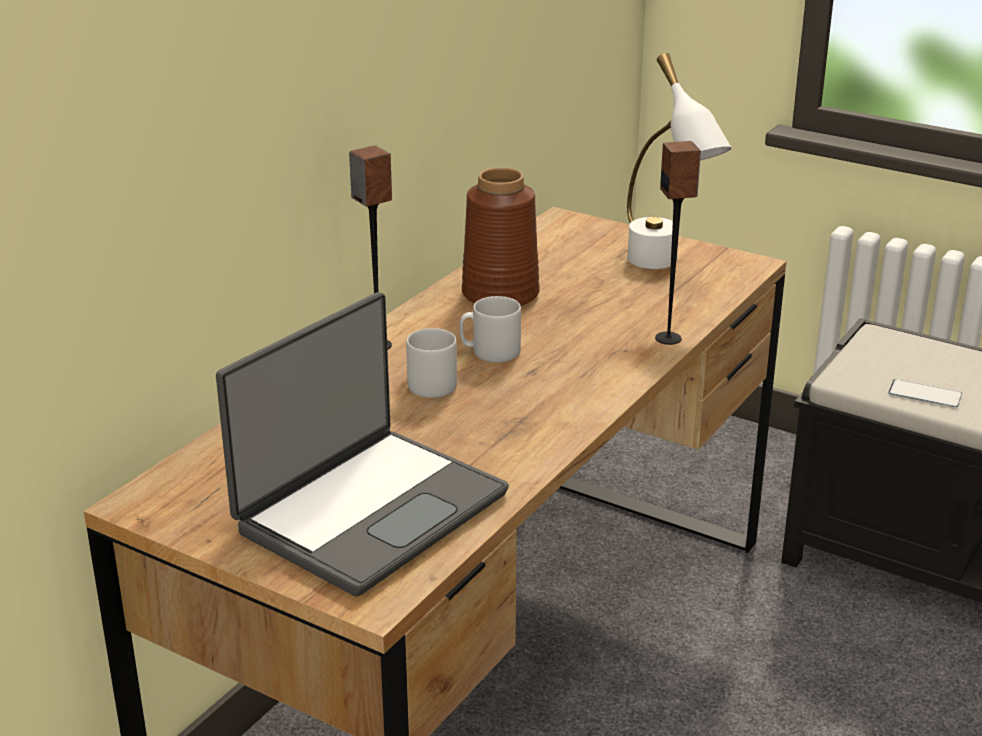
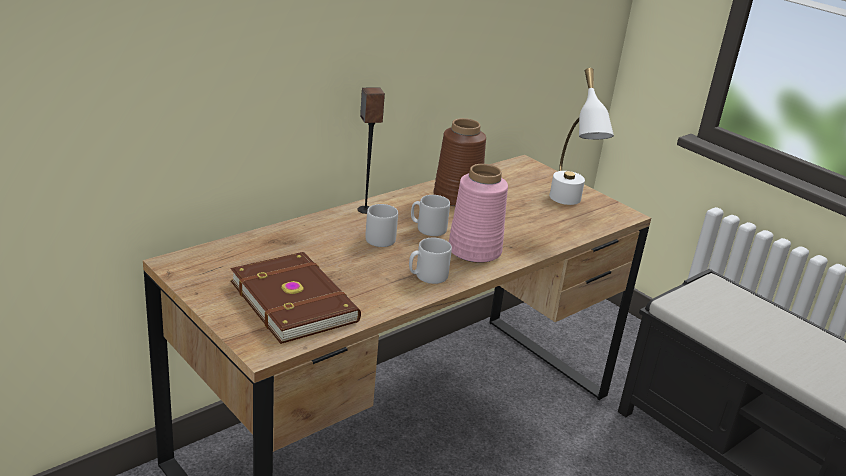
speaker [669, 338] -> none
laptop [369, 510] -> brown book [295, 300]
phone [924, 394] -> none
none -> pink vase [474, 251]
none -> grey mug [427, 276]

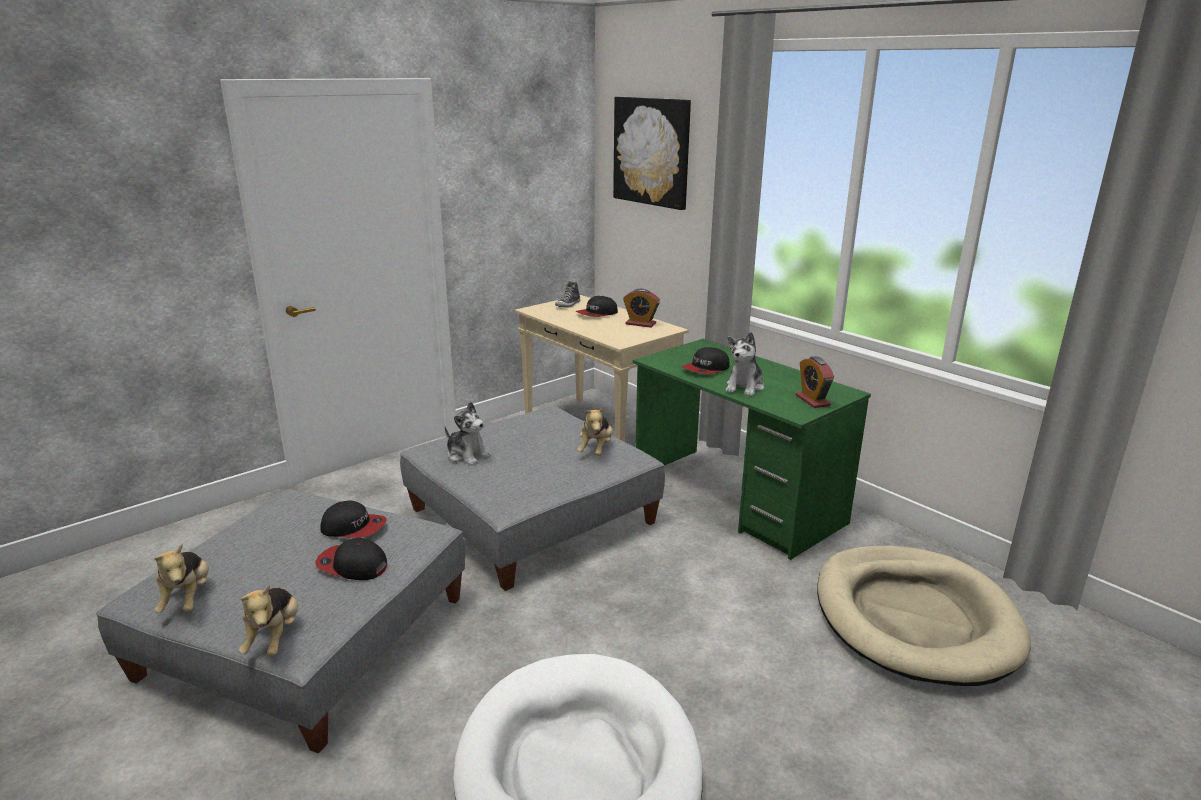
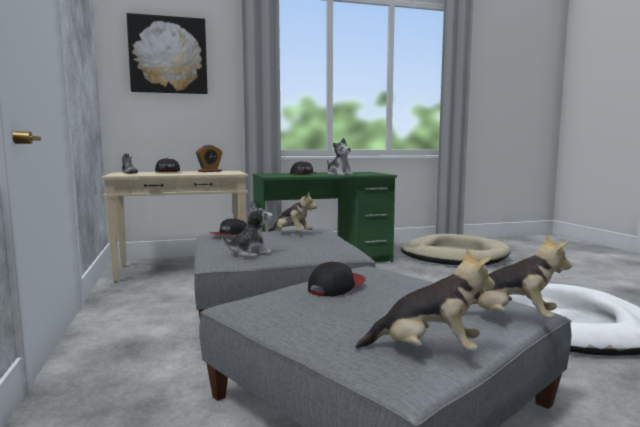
alarm clock [812, 400] -> none
cap [352, 565] -> cap [230, 235], move

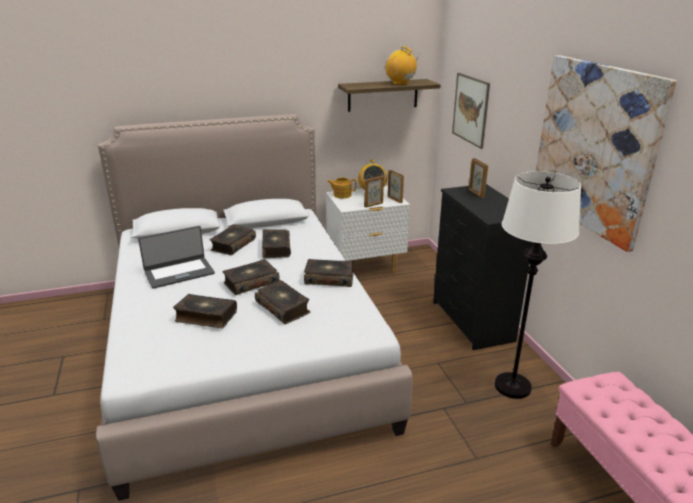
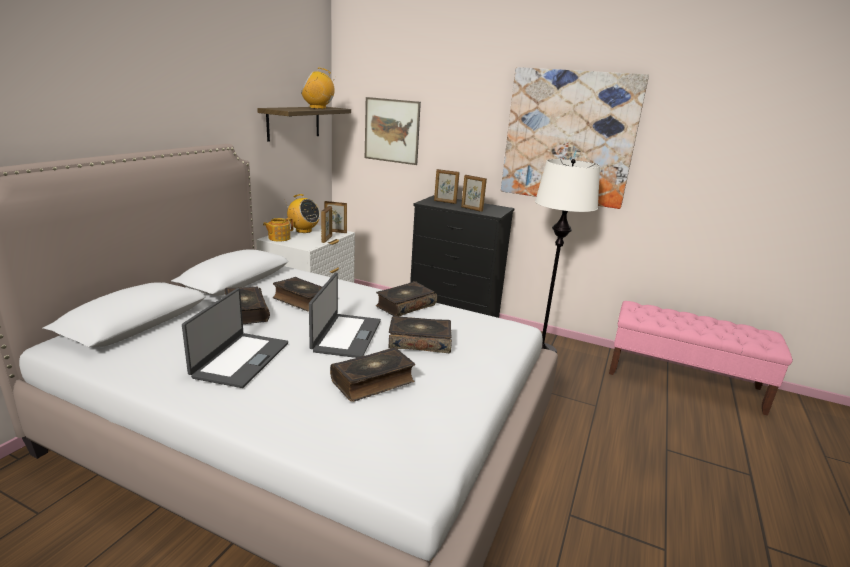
book [251, 283] -> laptop [346, 335]
none -> picture frame [471, 209]

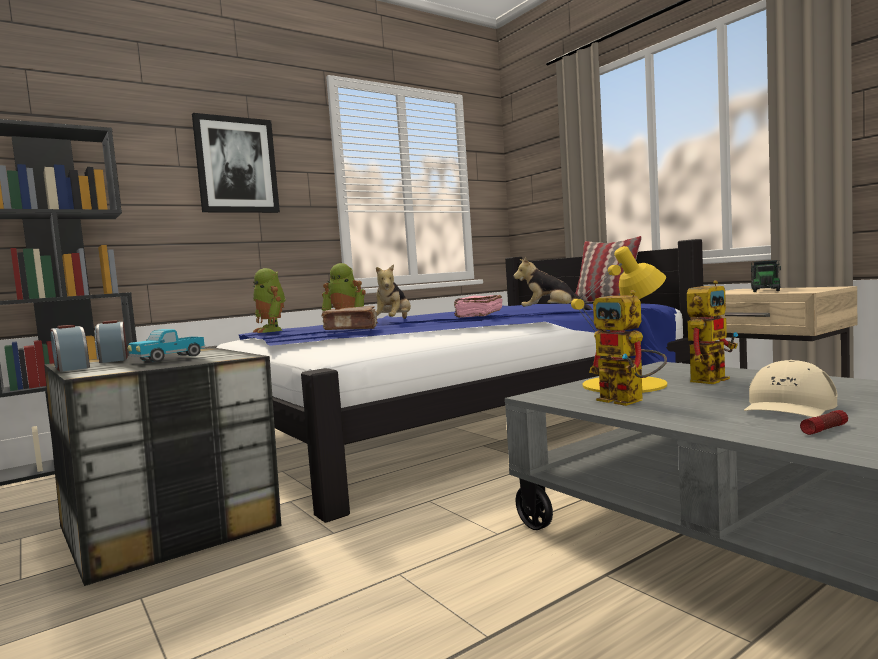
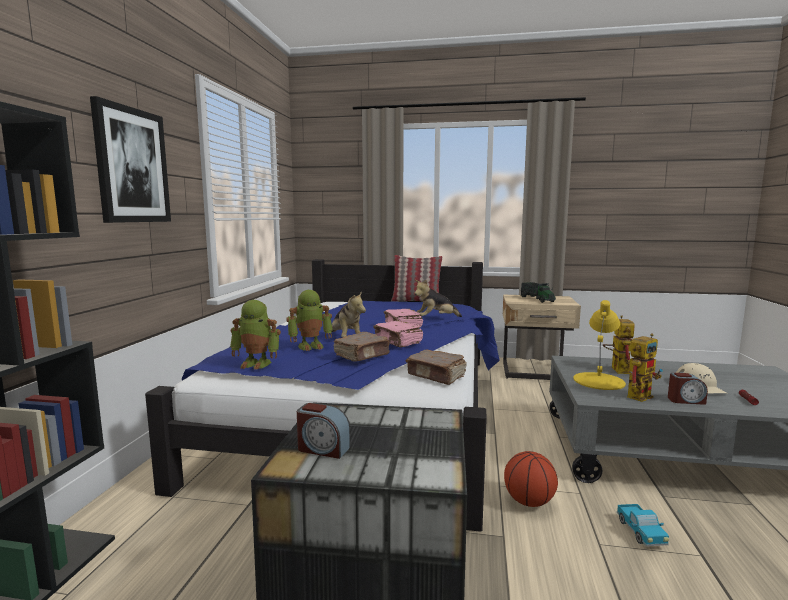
toy robot [630, 401] -> toy robot [640, 395], 45 degrees counterclockwise
alarm clock [71, 367] -> alarm clock [685, 400], move
toy truck [168, 358] -> toy truck [641, 533], move
none -> pink book [398, 341]
none -> brown book [436, 376]
none -> basketball [528, 502]

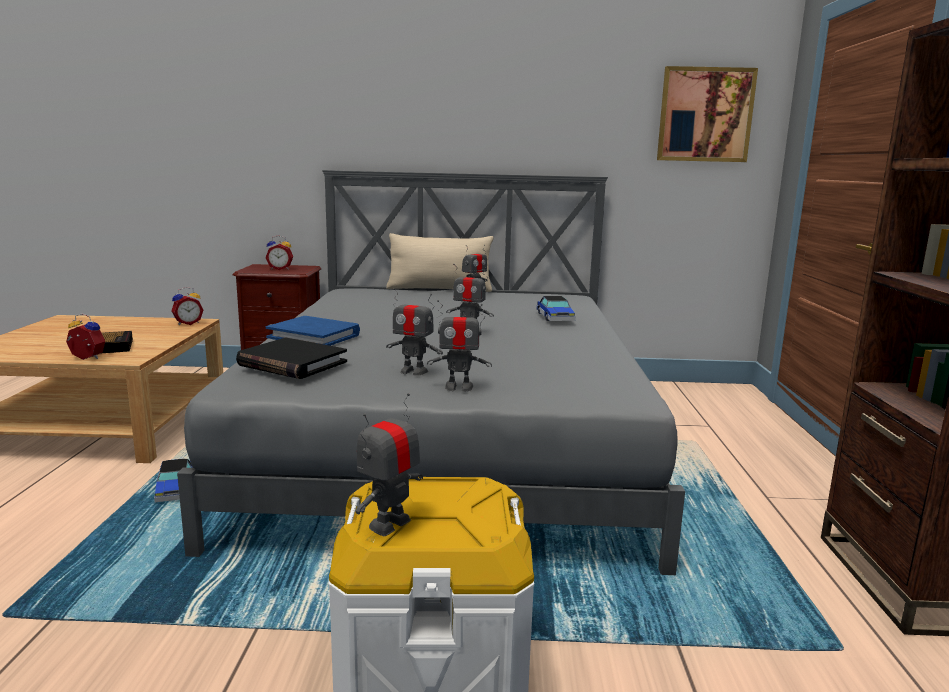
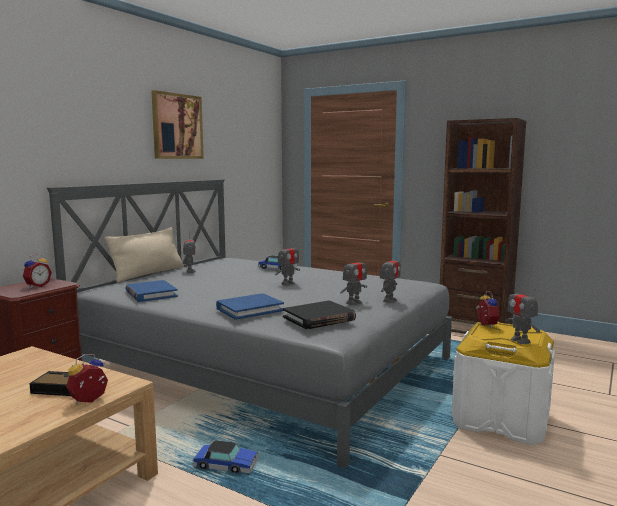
picture [705, 115] -> picture [177, 126], move
alarm clock [188, 323] -> alarm clock [485, 325], move
none -> blue book [151, 294]

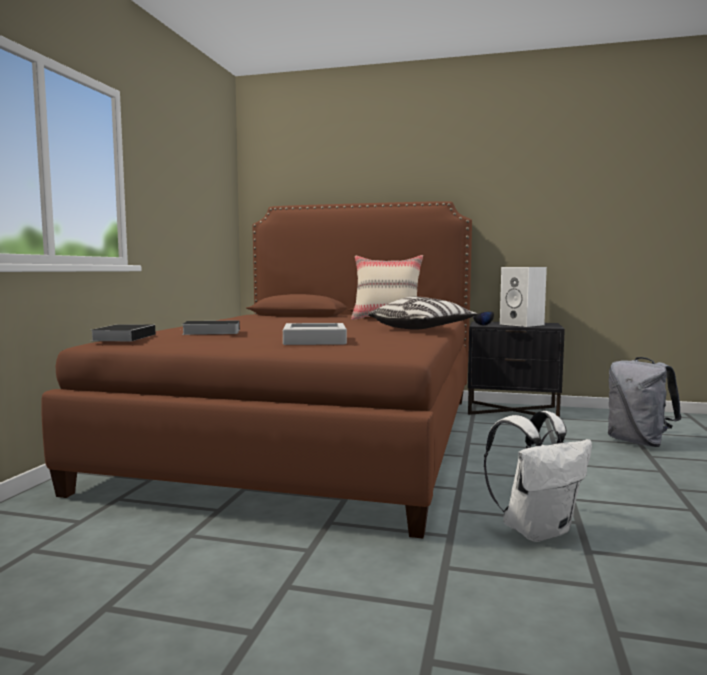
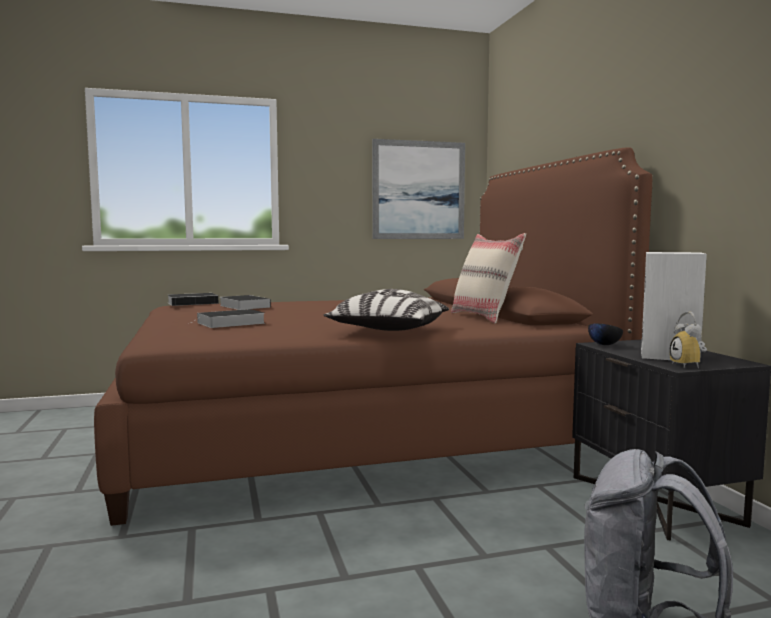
grey tray [314, 340] -> book [229, 323]
white backpack [536, 530] -> none
none -> picture [418, 190]
none -> alarm clock [690, 366]

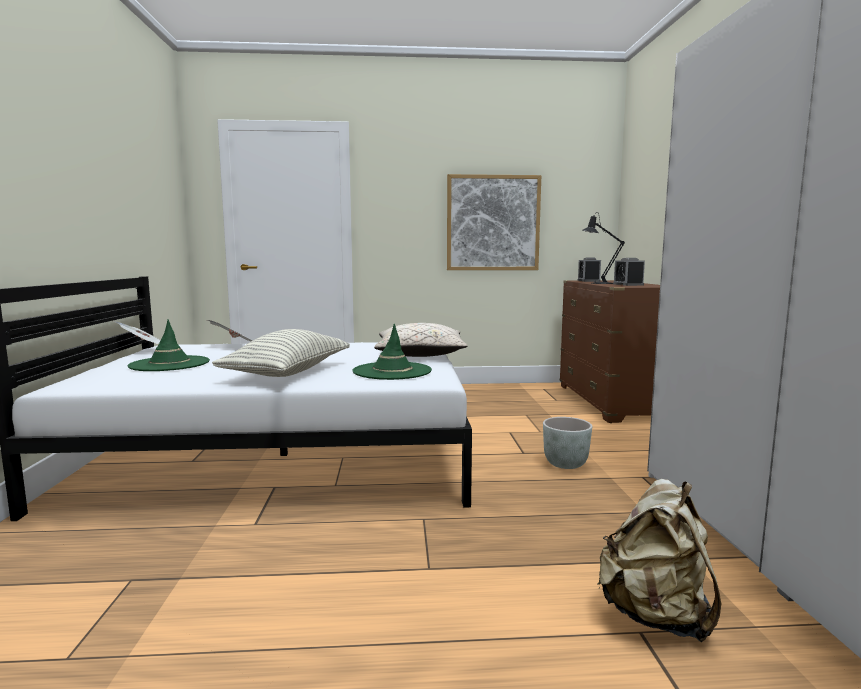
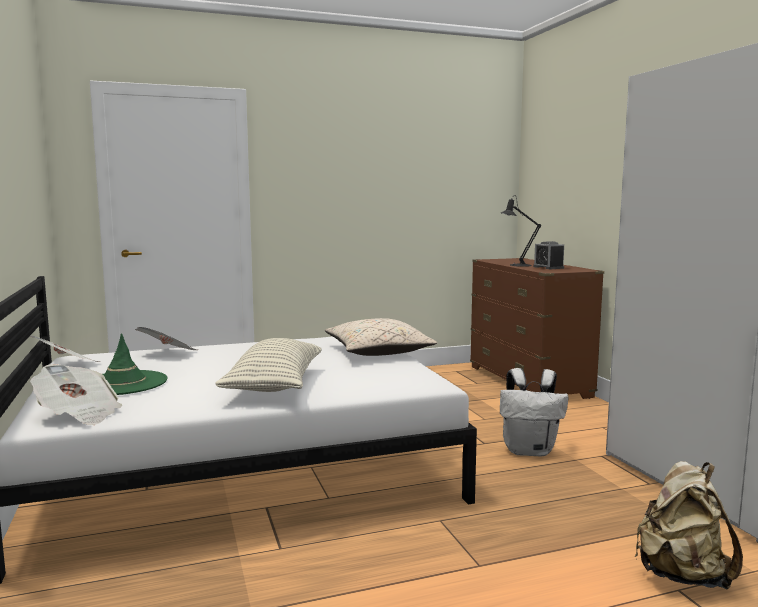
picture [493, 223] -> none
alarm clock [588, 281] -> none
green hat [392, 371] -> none
grey planter [566, 464] -> white backpack [530, 450]
none -> newspaper [79, 415]

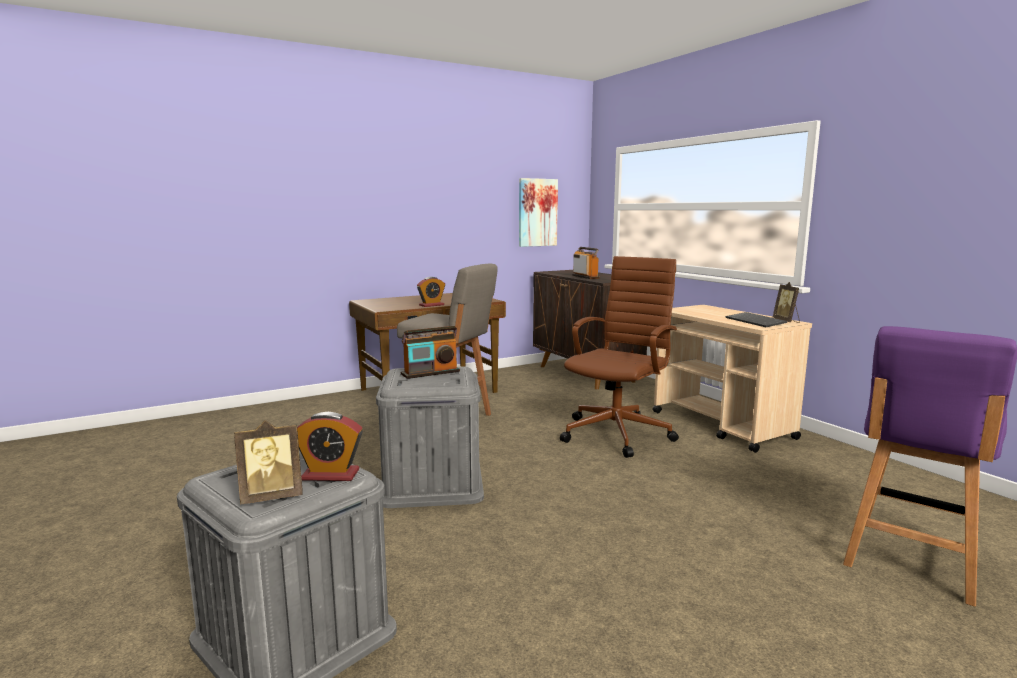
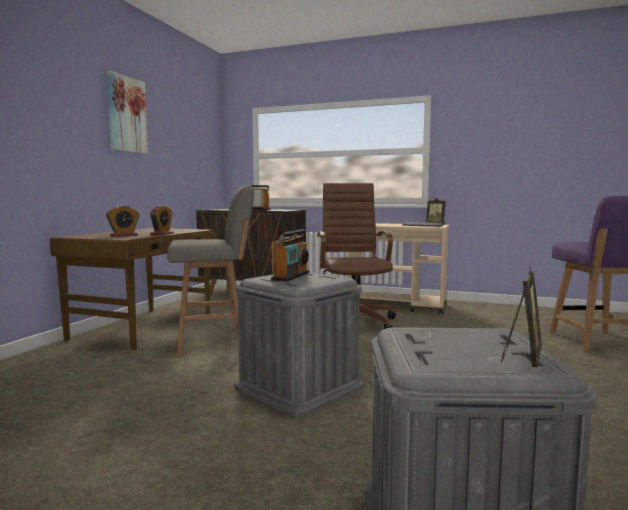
picture [537, 212] -> picture [126, 114], move
alarm clock [330, 475] -> alarm clock [124, 235], move

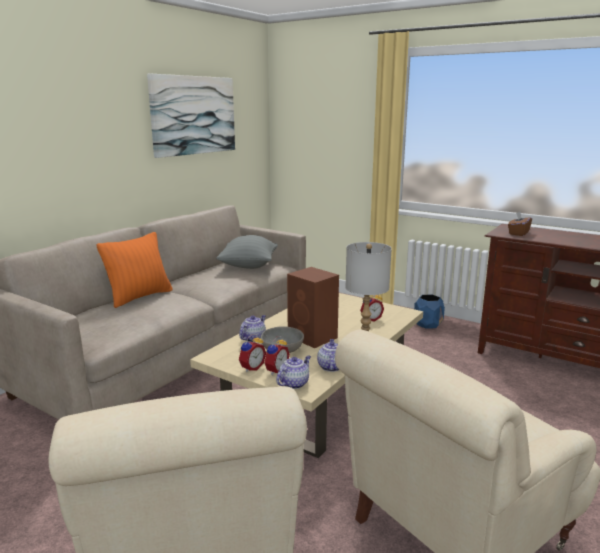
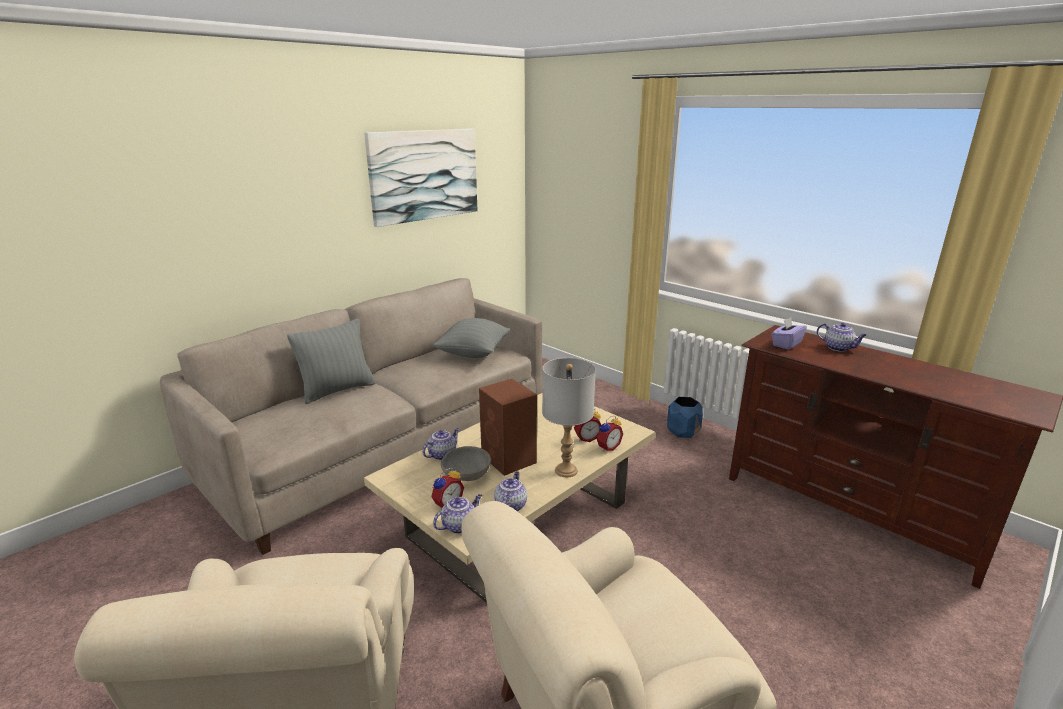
brown tissue box [518, 233] -> purple tissue box [786, 344]
orange pillow [139, 297] -> grey pillow [337, 390]
alarm clock [251, 368] -> alarm clock [607, 447], move
none -> teapot [838, 348]

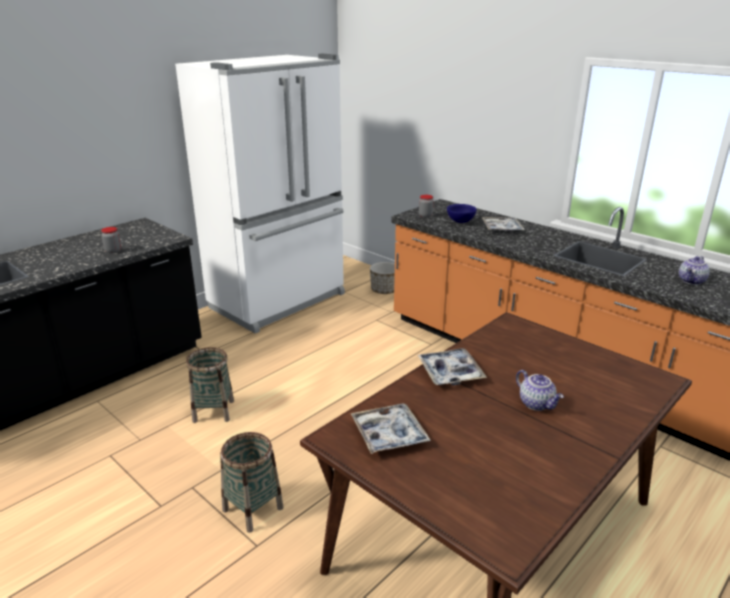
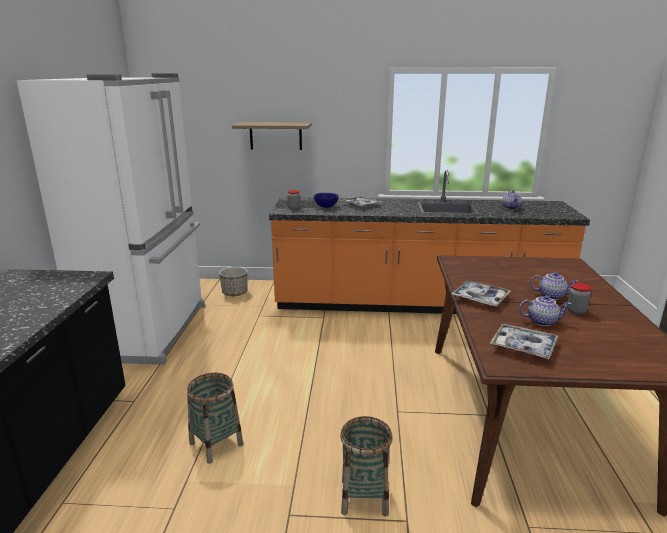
jar [113, 251] -> jar [576, 311], move
none -> shelf [275, 136]
none -> teapot [542, 321]

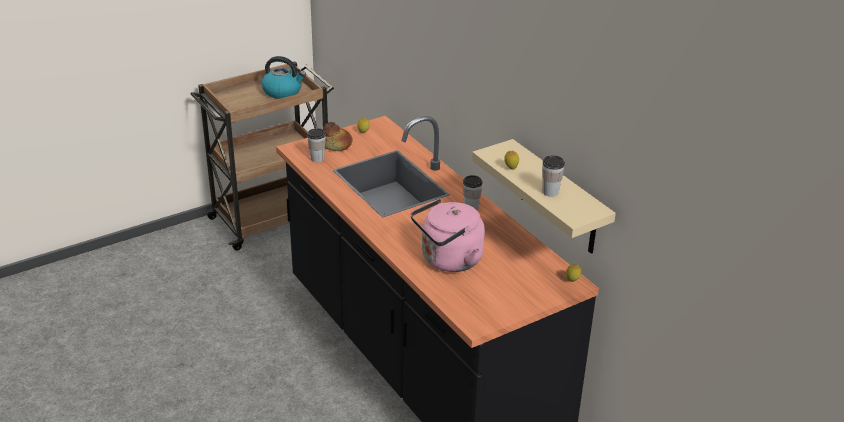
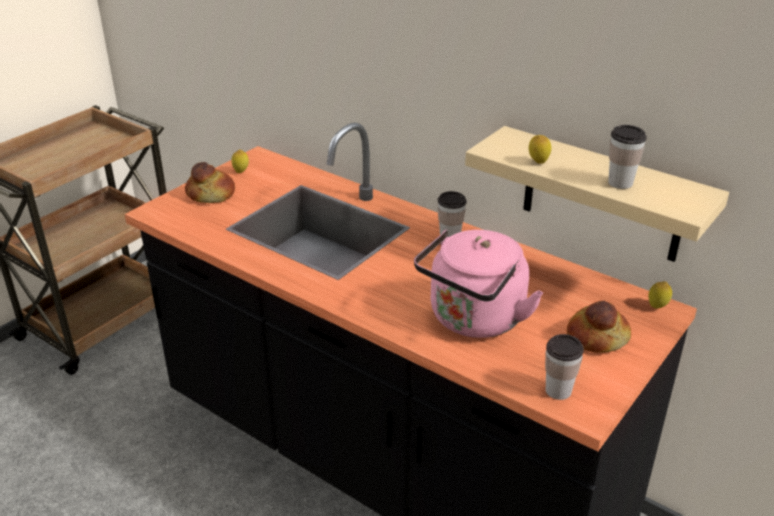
kettle [283, 91] -> none
cup [317, 159] -> cup [558, 391], move
none -> bread [596, 336]

